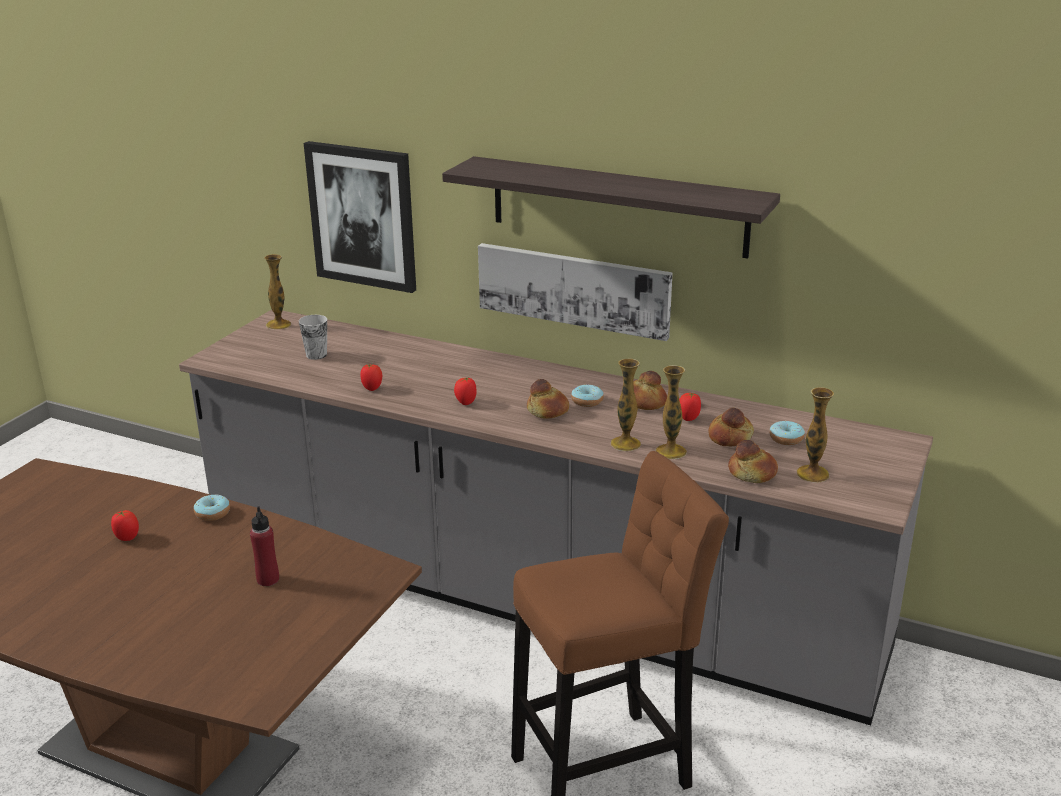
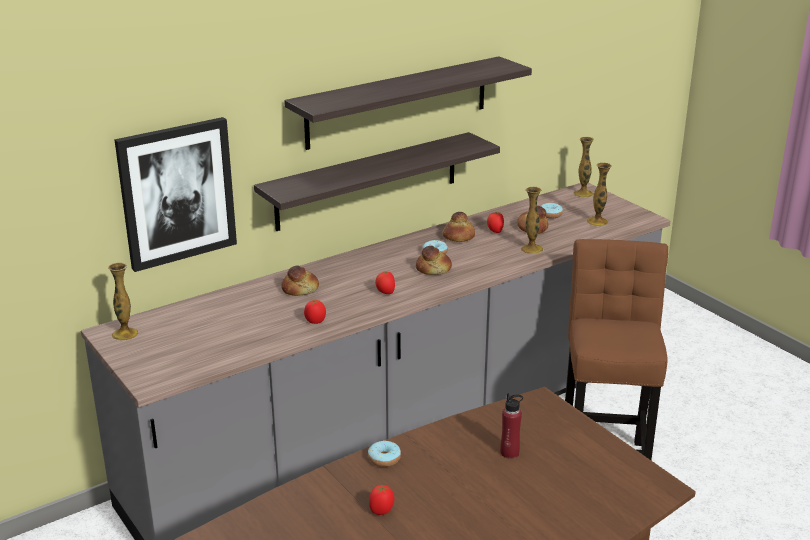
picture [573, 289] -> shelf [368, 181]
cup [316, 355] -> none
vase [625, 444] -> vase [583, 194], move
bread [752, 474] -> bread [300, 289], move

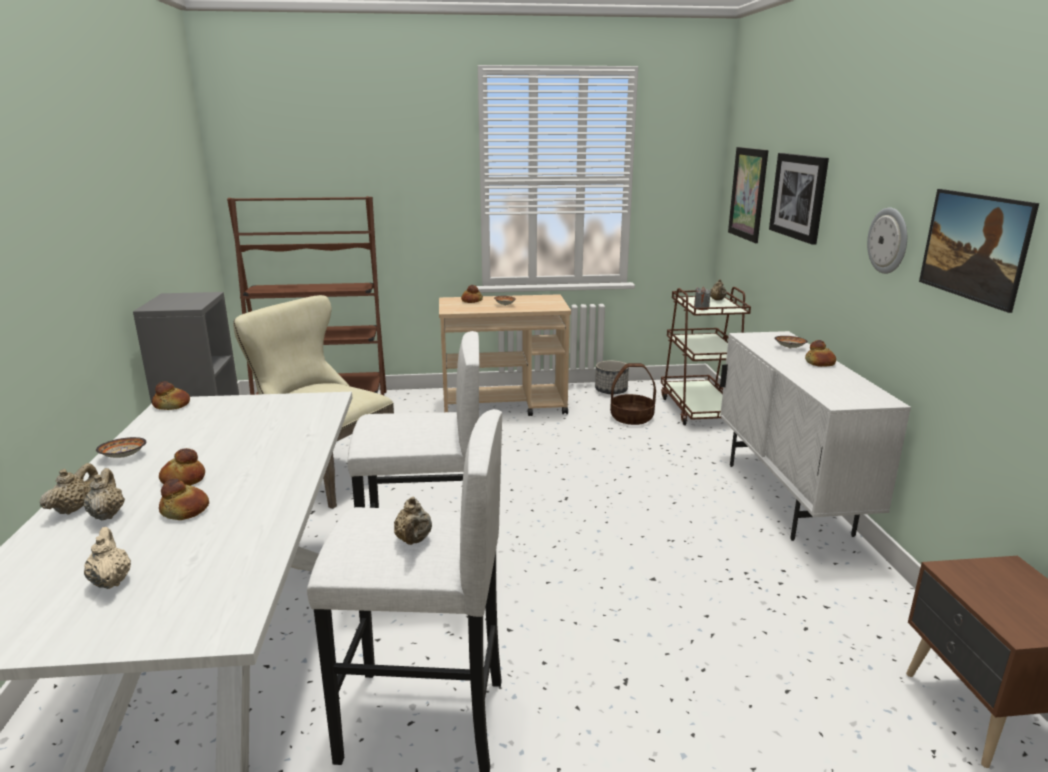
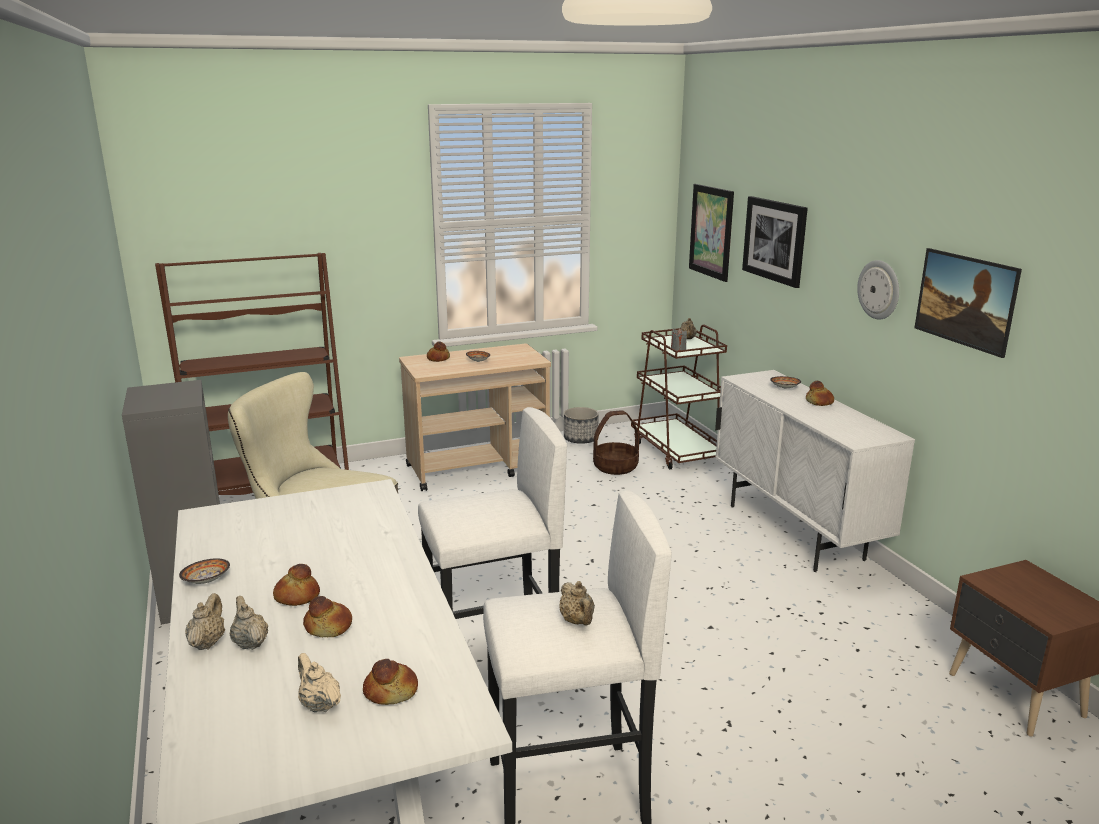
bread [172, 405] -> bread [391, 691], move

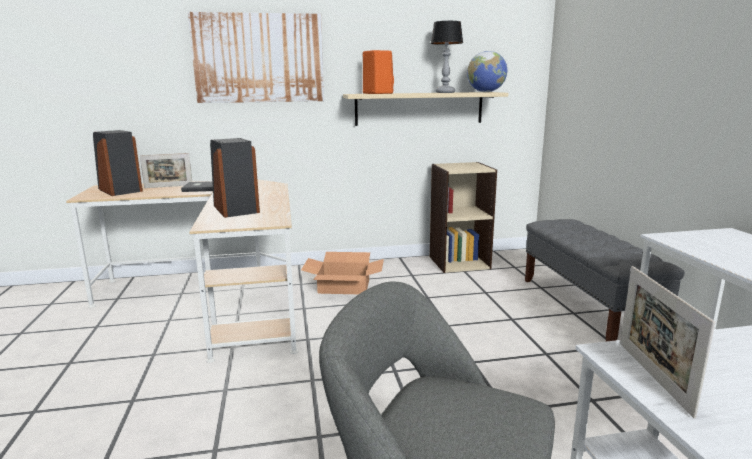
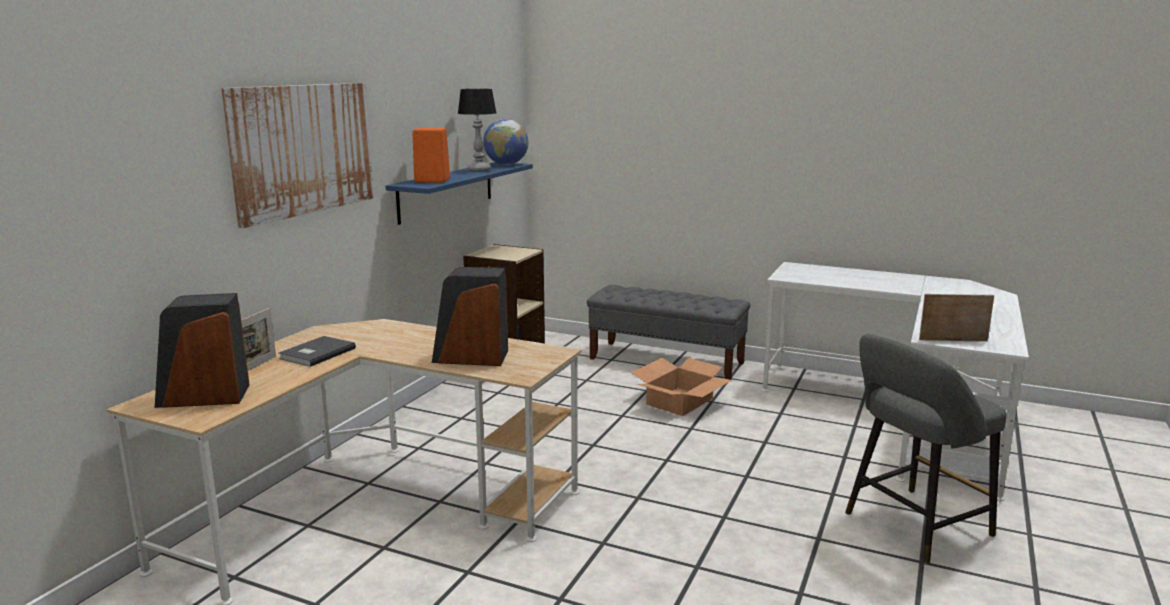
beige shelf [419, 108] -> blue shelf [446, 191]
cardboard box [344, 286] -> cardboard box [680, 401], move
picture frame [653, 376] -> picture frame [953, 340], 150 degrees clockwise

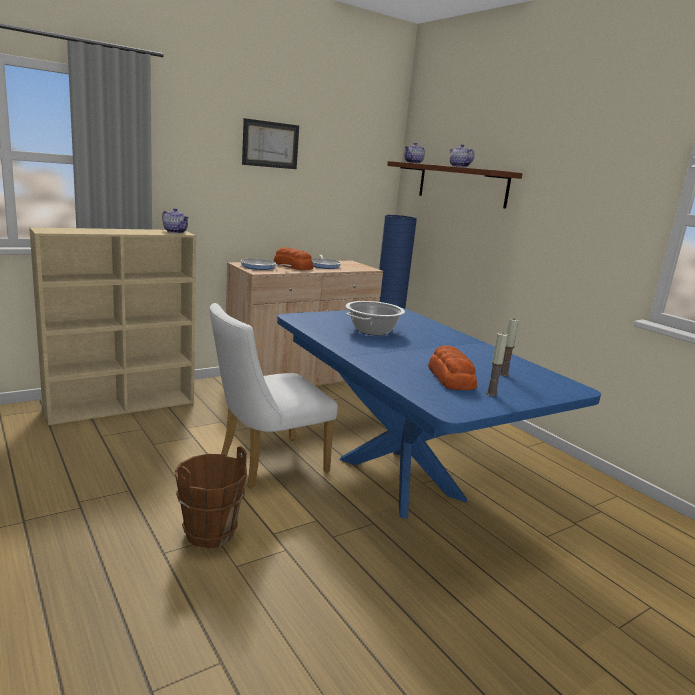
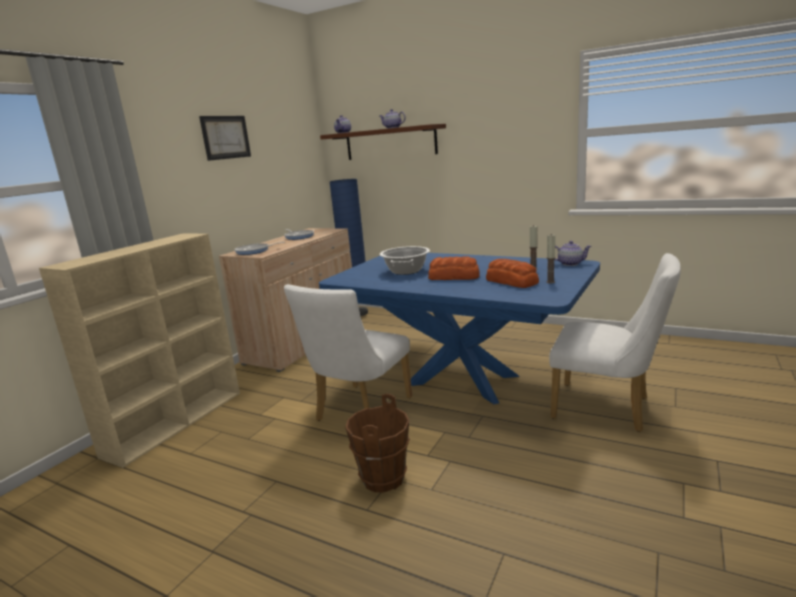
teapot [175, 232] -> teapot [570, 263], move
bread [293, 266] -> bread [454, 277], move
none -> white chair [608, 408]

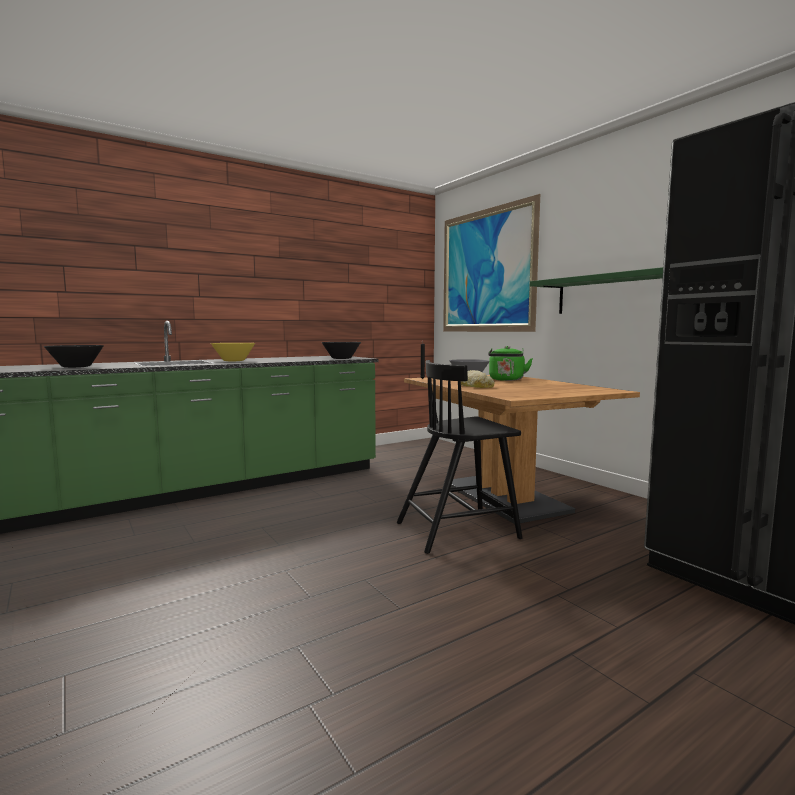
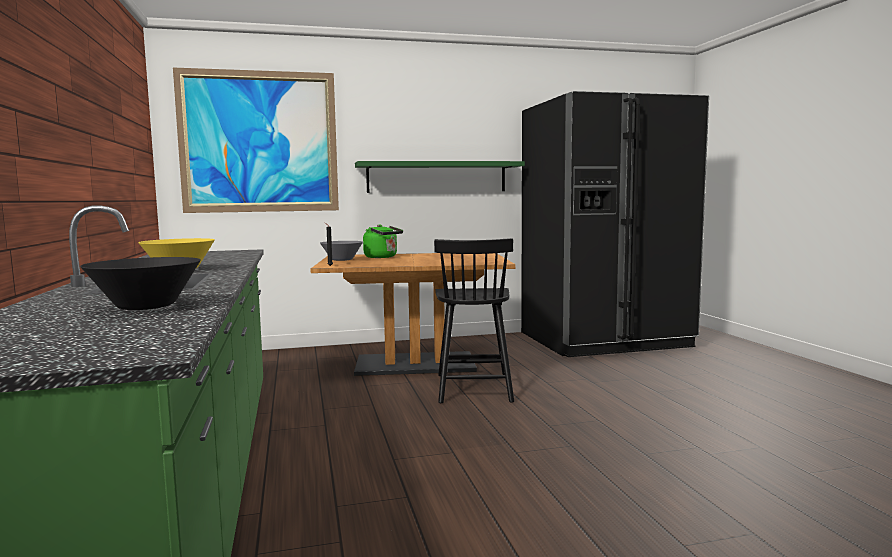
black bowl [341, 358] -> none
bread [475, 386] -> none

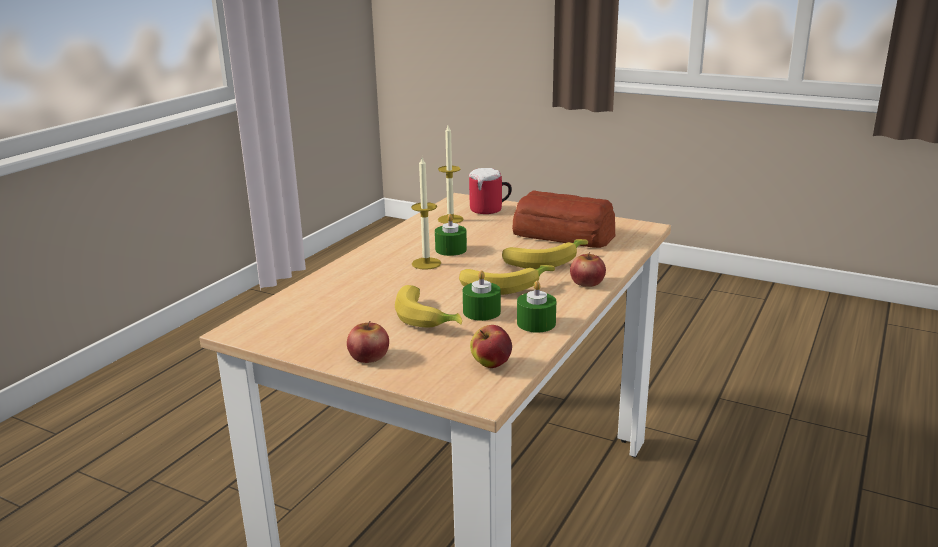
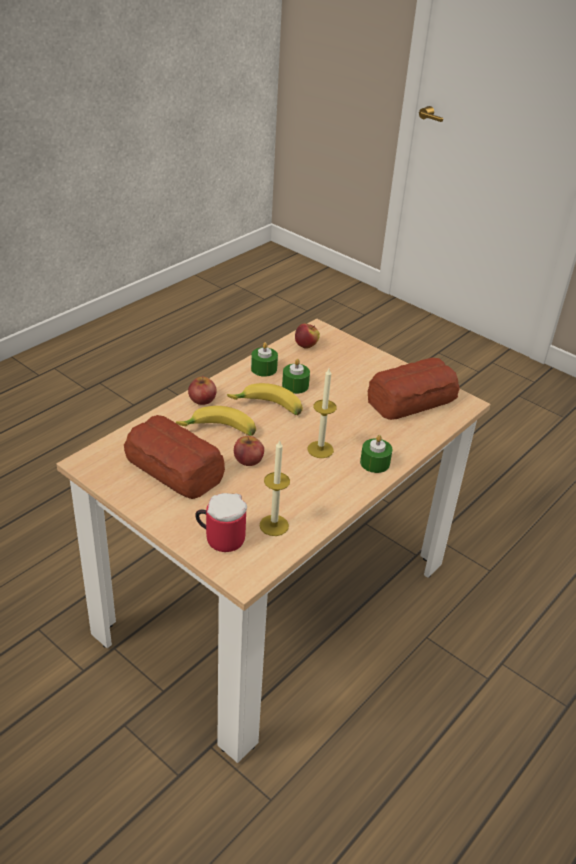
green candle [451, 249] -> green candle [375, 463], move
banana [428, 317] -> none
apple [369, 356] -> apple [248, 459], move
none -> bread [413, 399]

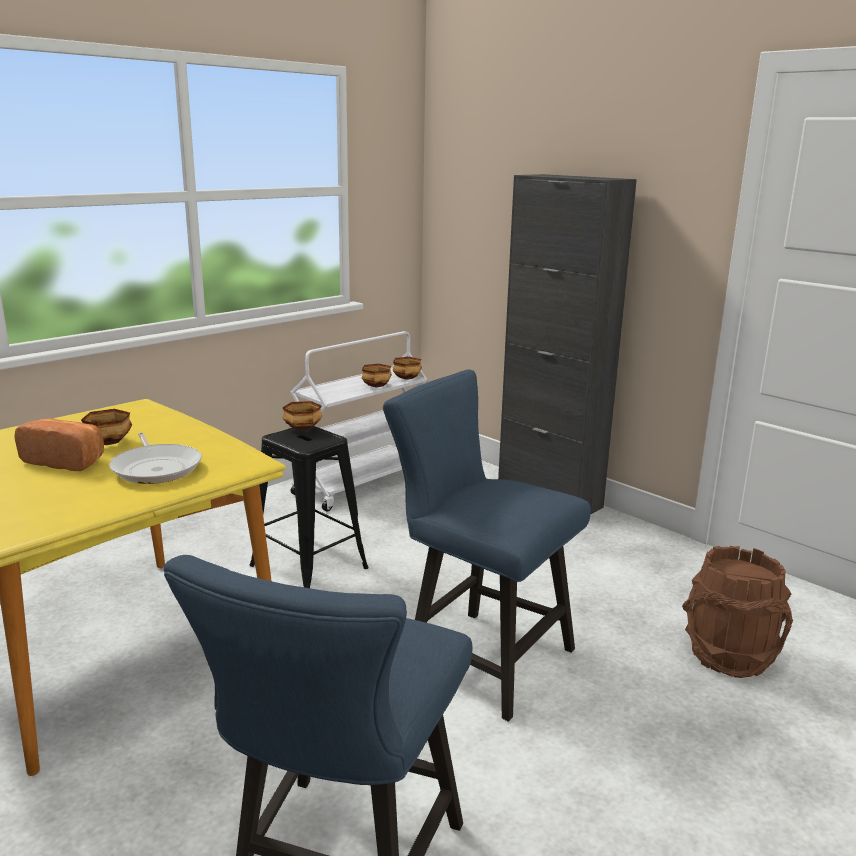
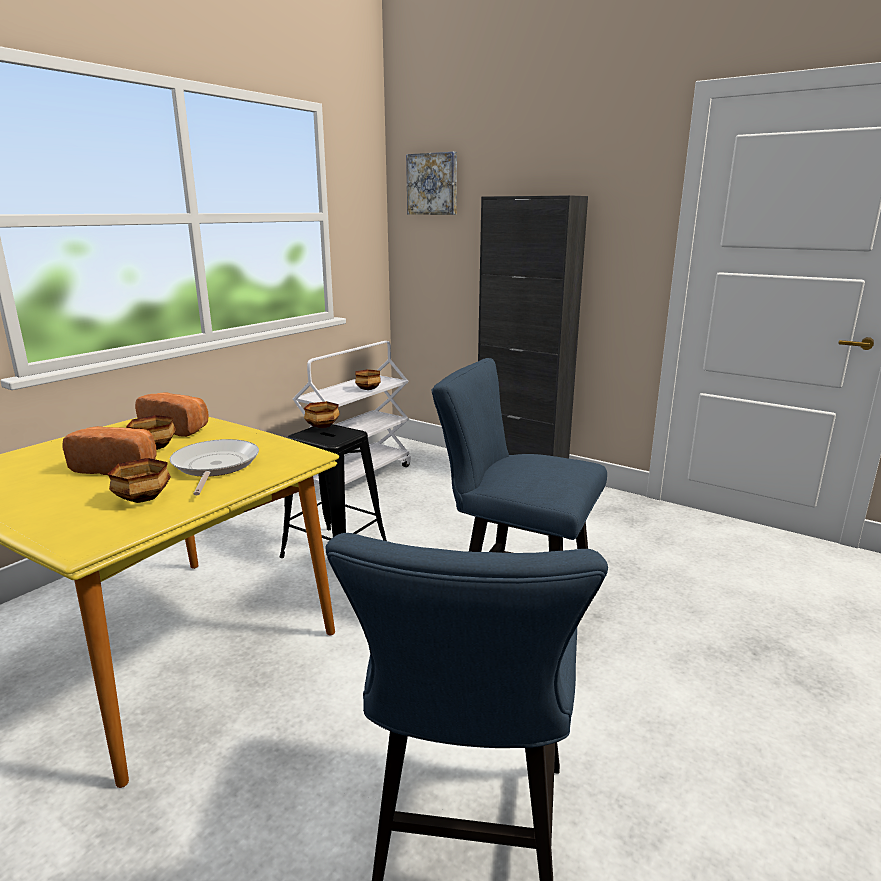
bowl [407, 378] -> bowl [144, 499], move
frying pan [156, 468] -> frying pan [214, 466], 150 degrees counterclockwise
brown bucket [729, 656] -> none
none -> picture [433, 184]
none -> bread [178, 429]

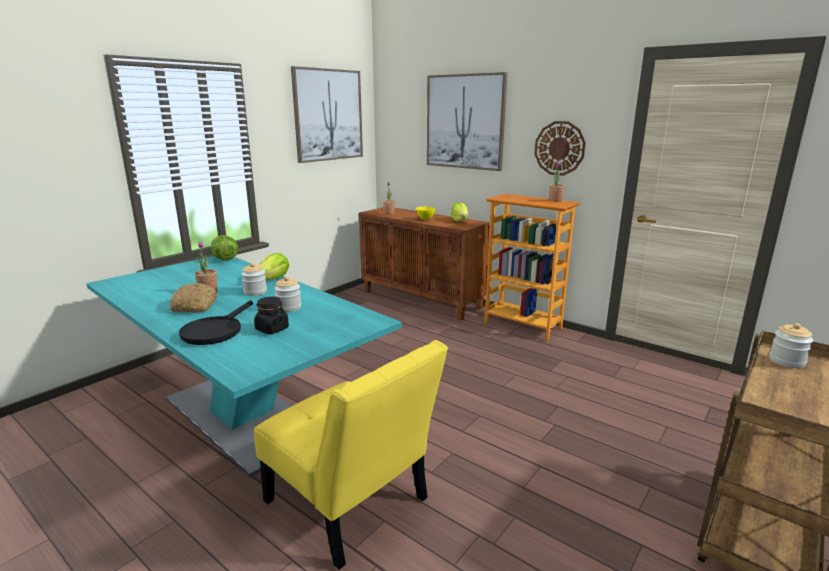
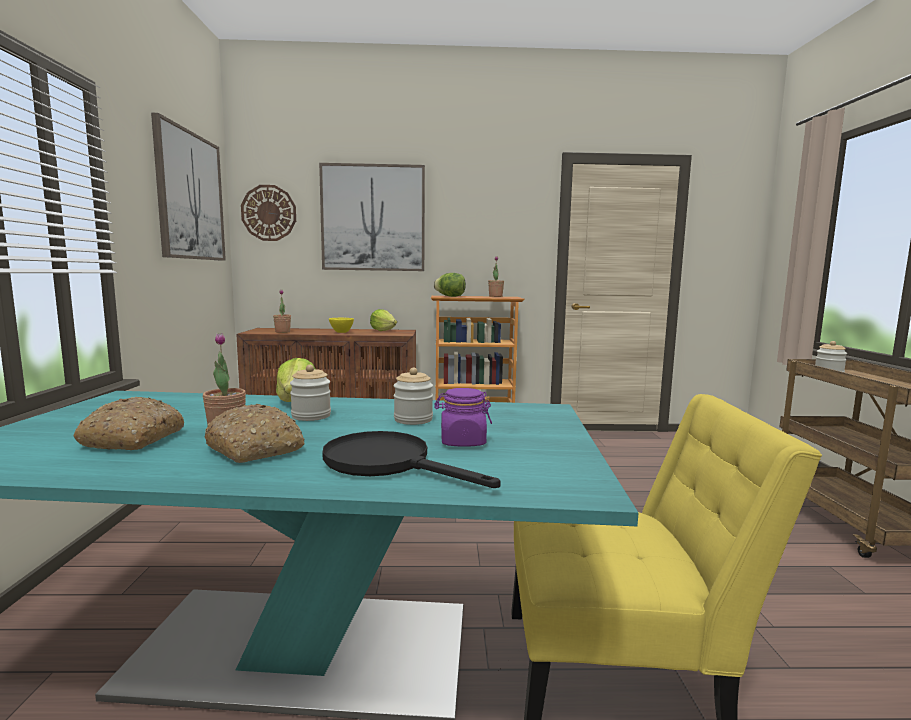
wall clock [559, 148] -> wall clock [269, 213], move
lettuce [225, 259] -> lettuce [450, 296], move
black jar [272, 329] -> purple jar [462, 442]
black frying pan [216, 330] -> black frying pan [389, 463], 150 degrees clockwise
none -> bread [133, 439]

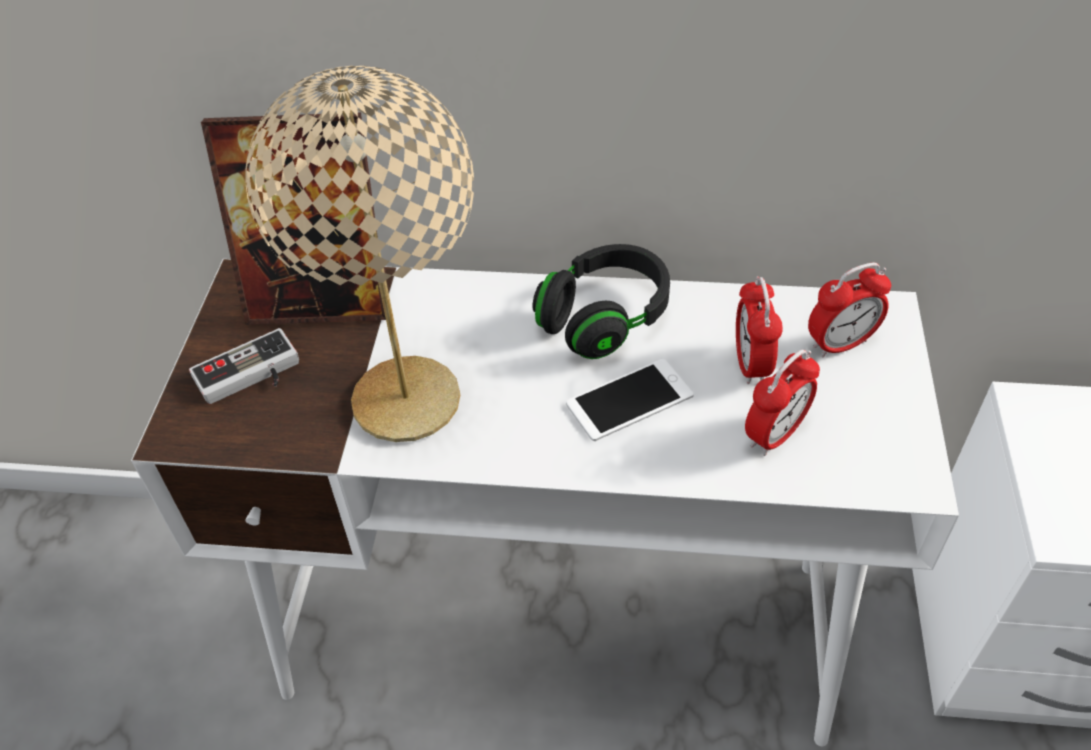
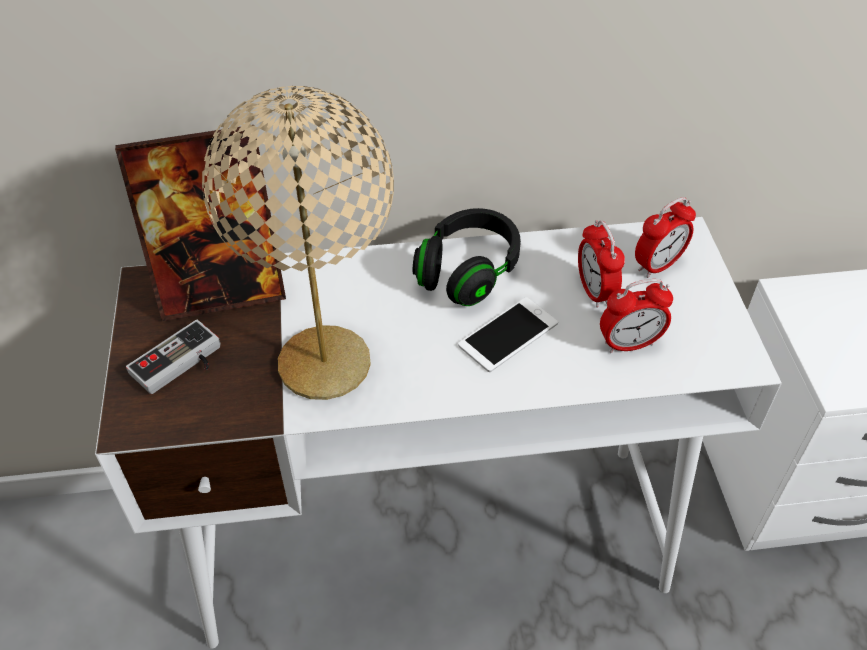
alarm clock [775, 434] -> alarm clock [629, 344], 45 degrees clockwise

